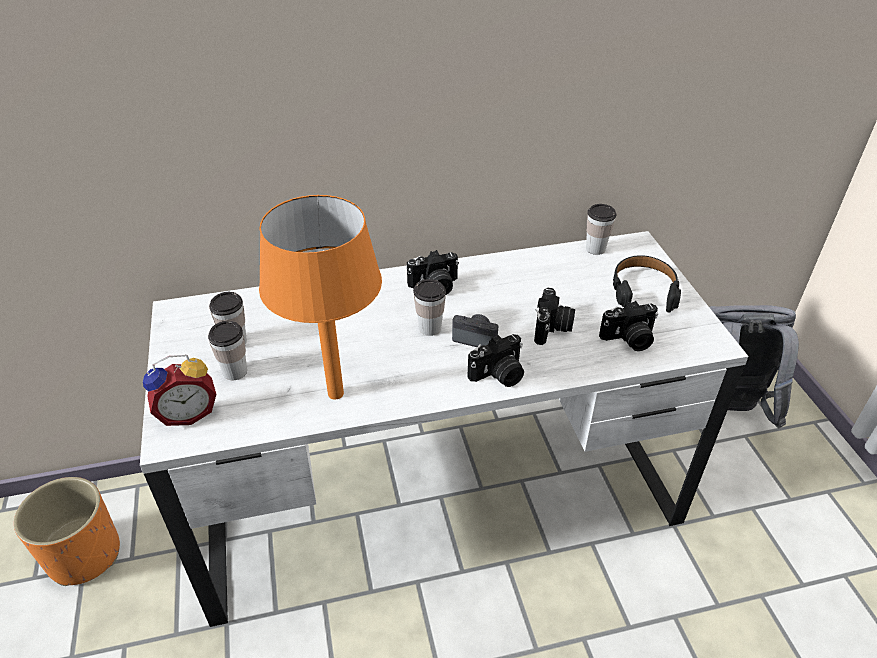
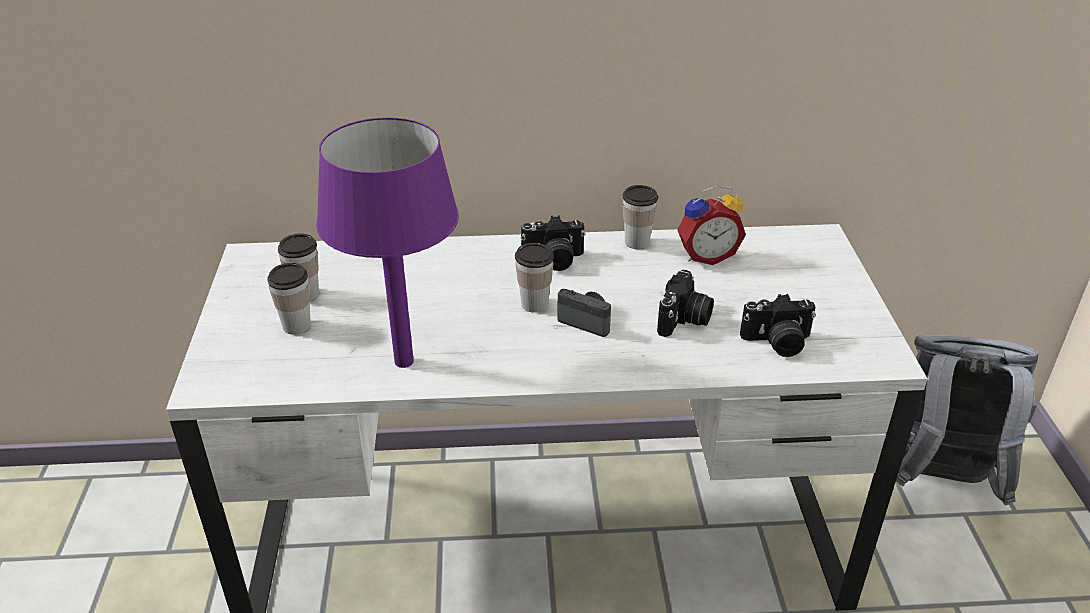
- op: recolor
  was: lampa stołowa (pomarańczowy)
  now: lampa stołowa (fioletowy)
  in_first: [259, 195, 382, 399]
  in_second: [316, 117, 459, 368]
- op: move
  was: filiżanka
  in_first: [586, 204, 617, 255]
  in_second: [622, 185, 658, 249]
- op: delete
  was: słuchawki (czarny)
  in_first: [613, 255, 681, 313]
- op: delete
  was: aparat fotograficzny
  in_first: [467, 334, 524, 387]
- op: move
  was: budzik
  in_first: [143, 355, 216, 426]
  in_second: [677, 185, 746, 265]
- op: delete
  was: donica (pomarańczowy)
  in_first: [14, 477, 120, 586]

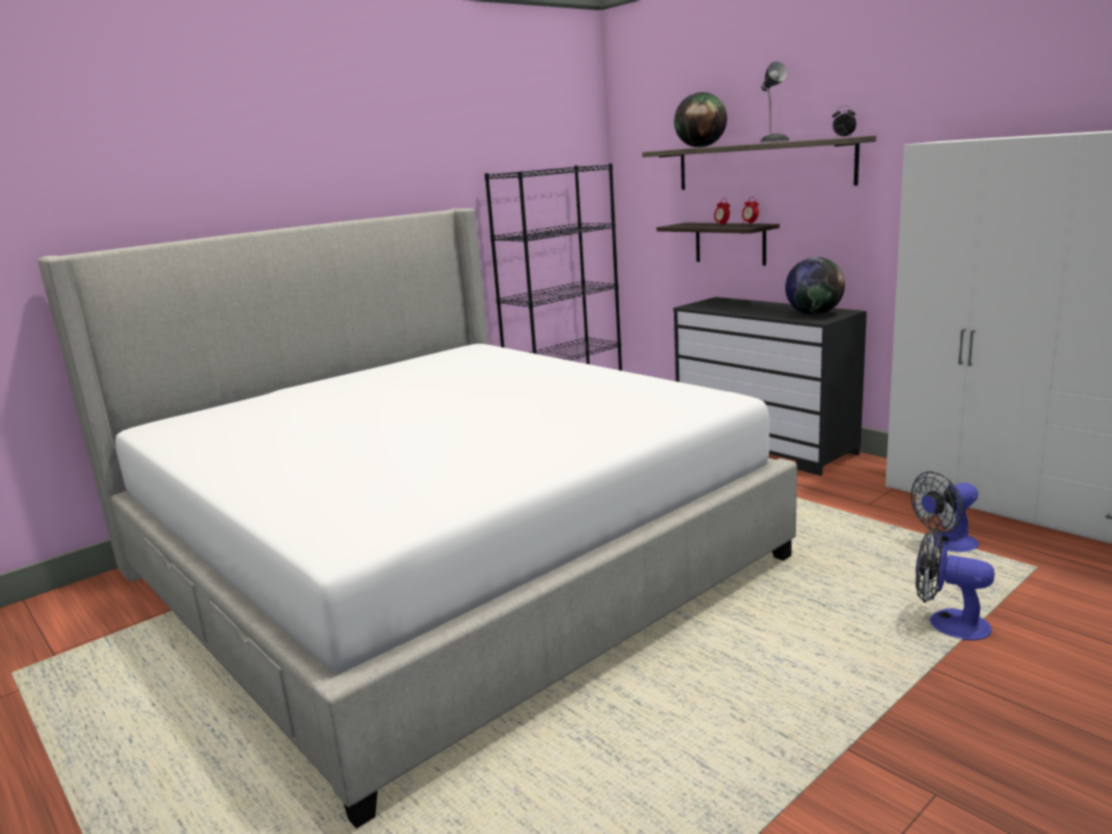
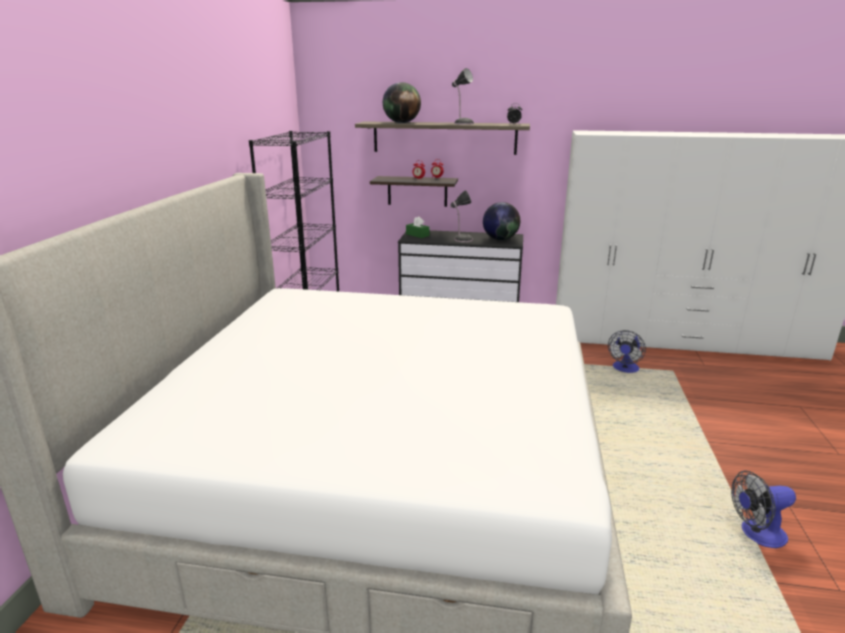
- op: move
  was: wentylator
  in_first: [916, 529, 995, 641]
  in_second: [731, 470, 796, 548]
- op: insert
  now: lampa stołowa
  in_second: [450, 190, 473, 242]
- op: insert
  now: pudełko chusteczek (zielony)
  in_second: [406, 216, 430, 238]

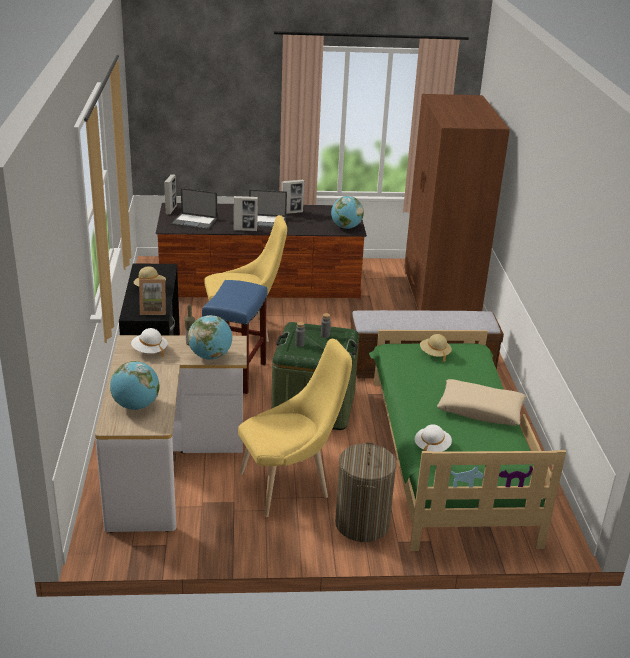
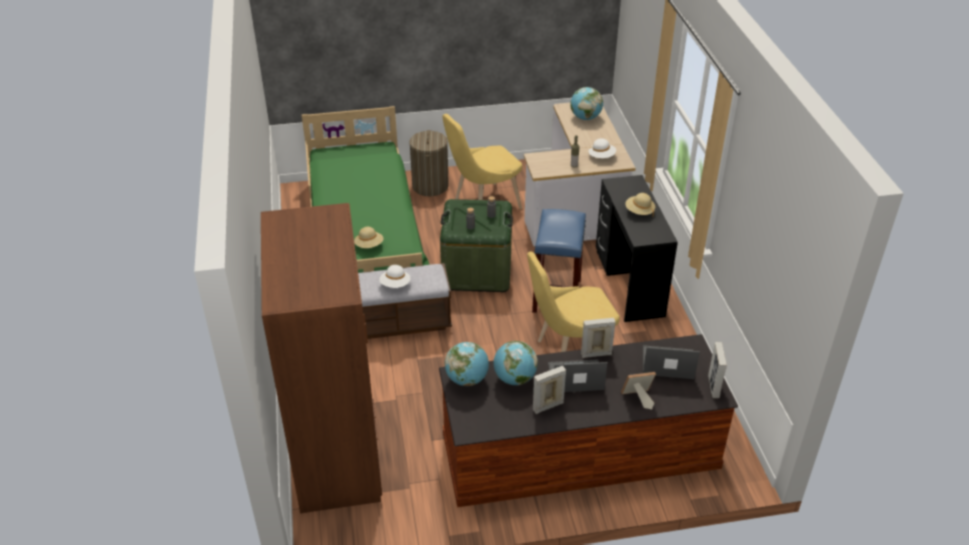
- op: move
  was: ramka na zdjęcie
  in_first: [139, 279, 166, 315]
  in_second: [621, 372, 656, 409]
- op: move
  was: globus
  in_first: [188, 315, 232, 360]
  in_second: [494, 341, 538, 386]
- op: delete
  was: poduszka (beżowy)
  in_first: [437, 379, 526, 426]
- op: move
  was: kapelusz (biały)
  in_first: [415, 424, 452, 452]
  in_second: [379, 265, 410, 288]

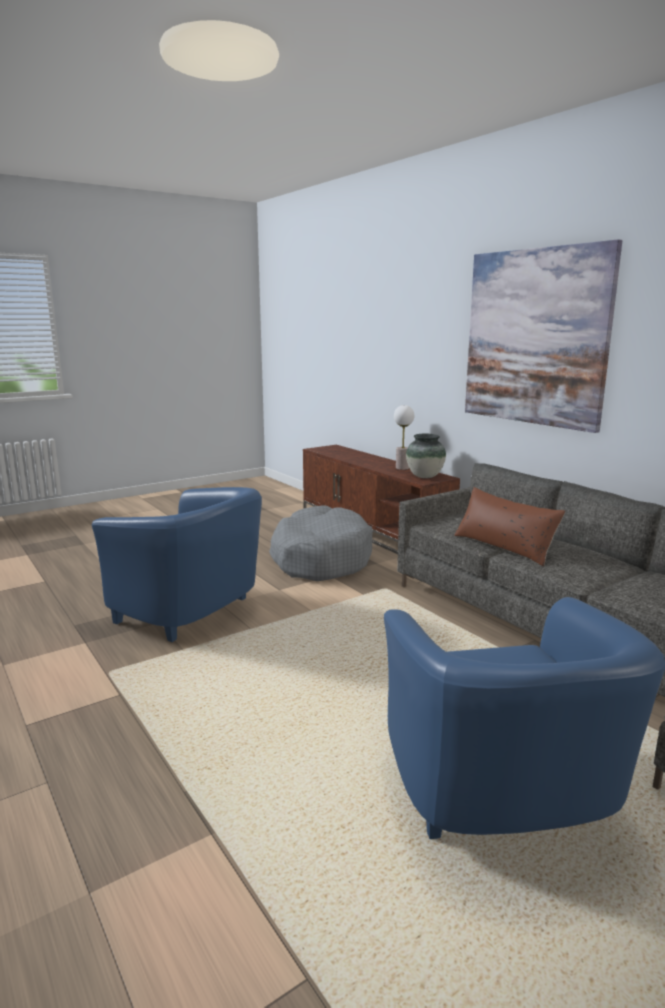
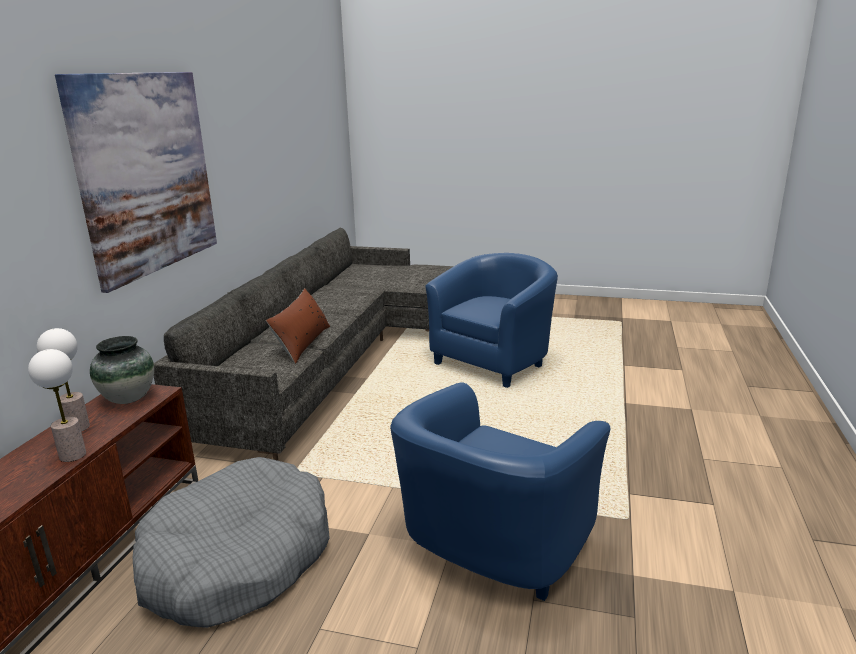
- op: rotate
  was: fotel (niebieski)
  in_first: [92, 487, 262, 642]
  in_second: [390, 383, 611, 601]
  clockwise: -135
- op: insert
  now: lampa stołowa
  in_second: [28, 349, 86, 462]

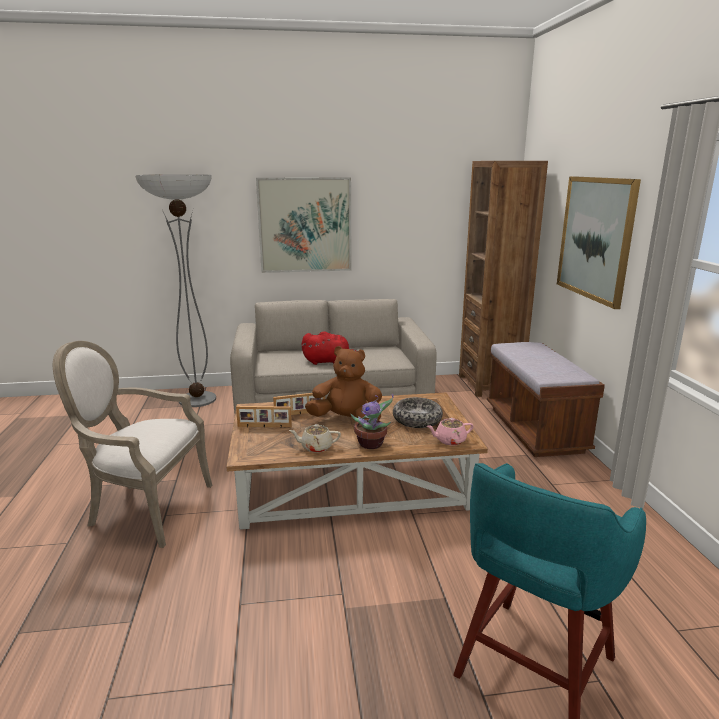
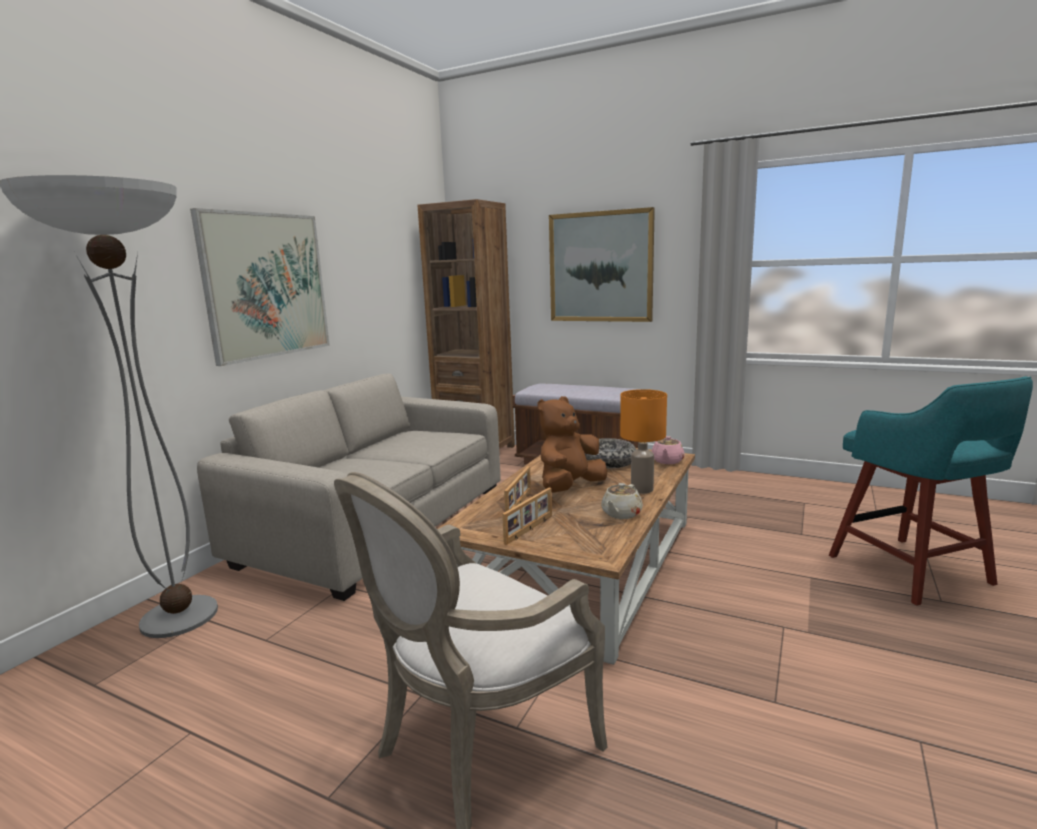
- op: delete
  was: pluszak (czerwony)
  in_first: [302, 331, 358, 365]
- op: replace
  was: roślina doniczkowa
  now: lampa stołowa (pomarańczowy)
  in_first: [351, 394, 393, 449]
  in_second: [620, 389, 667, 493]

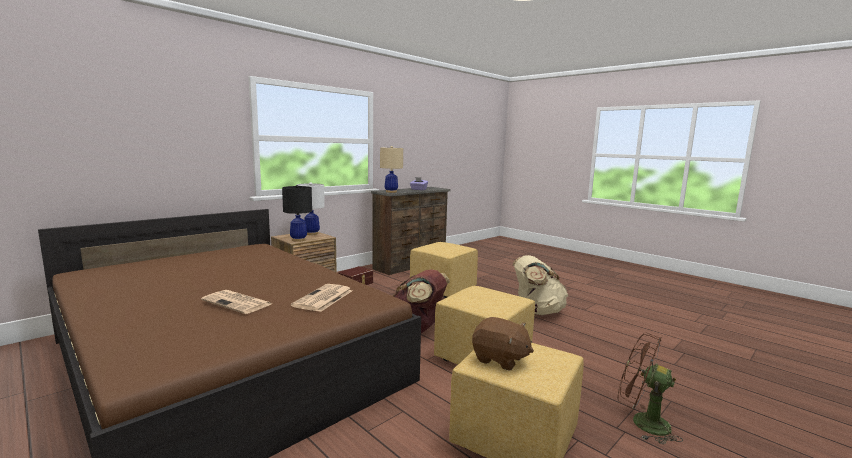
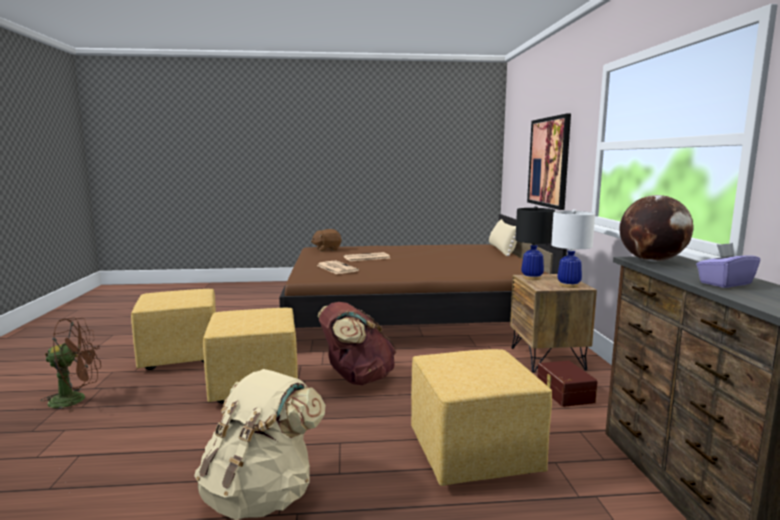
- op: replace
  was: lampa stołowa (beżowy)
  now: globus
  in_first: [380, 146, 403, 193]
  in_second: [619, 195, 694, 261]
- op: move
  was: pluszak (brązowy)
  in_first: [472, 317, 534, 371]
  in_second: [311, 229, 342, 252]
- op: insert
  now: obraz
  in_second: [527, 114, 571, 210]
- op: insert
  now: poduszka (beżowy)
  in_second: [489, 219, 517, 256]

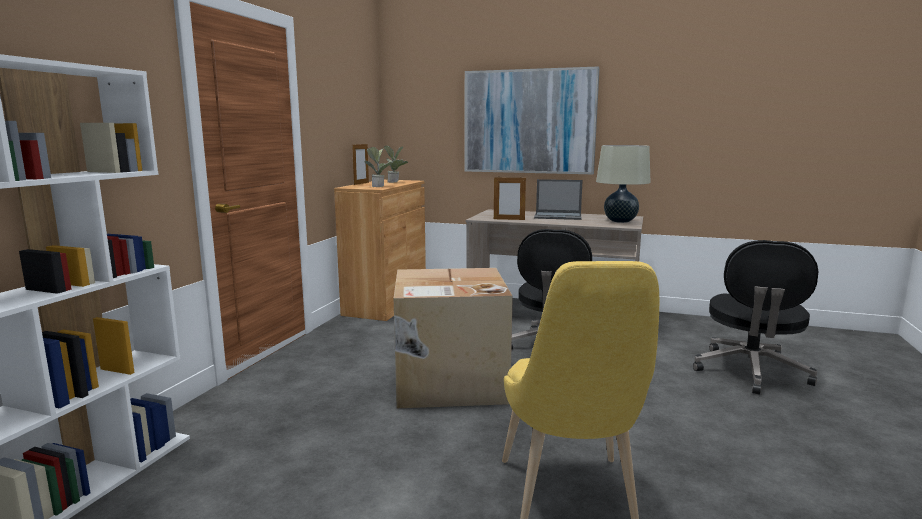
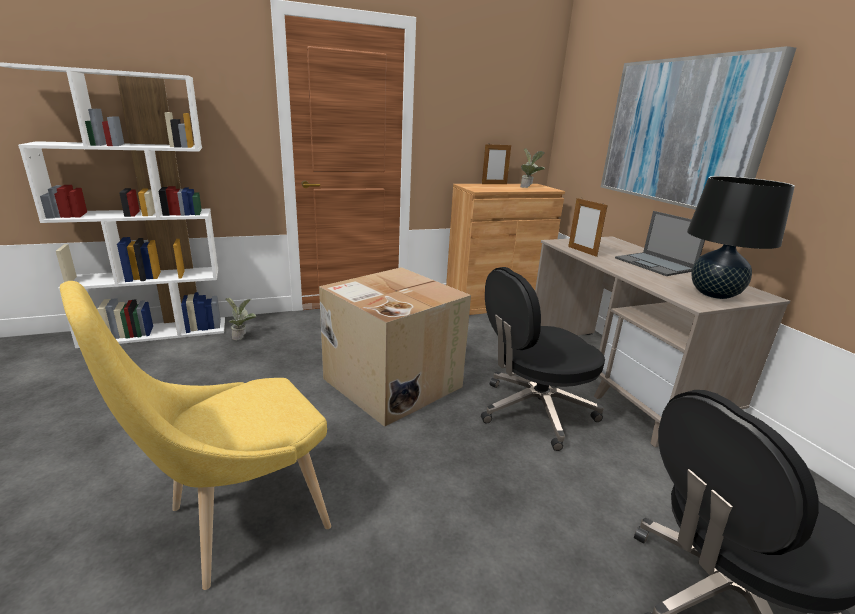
- op: recolor
  was: lampa stołowa (beżowy)
  now: lampa stołowa (czarny)
  in_first: [596, 145, 651, 223]
  in_second: [687, 176, 795, 299]
- op: move
  was: roślina doniczkowa
  in_first: [365, 147, 393, 187]
  in_second: [226, 298, 256, 340]

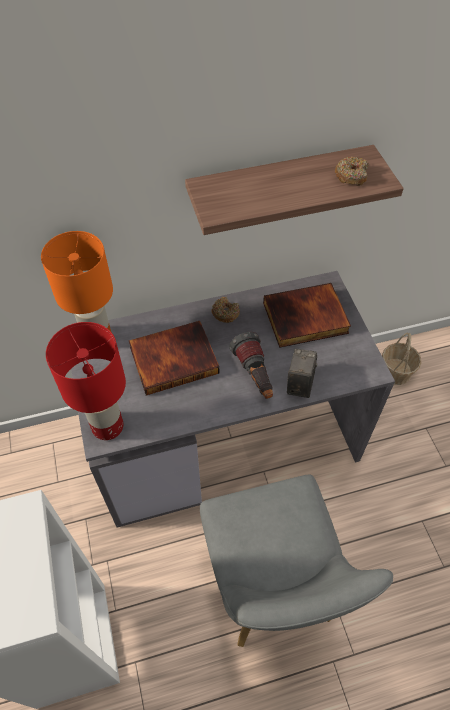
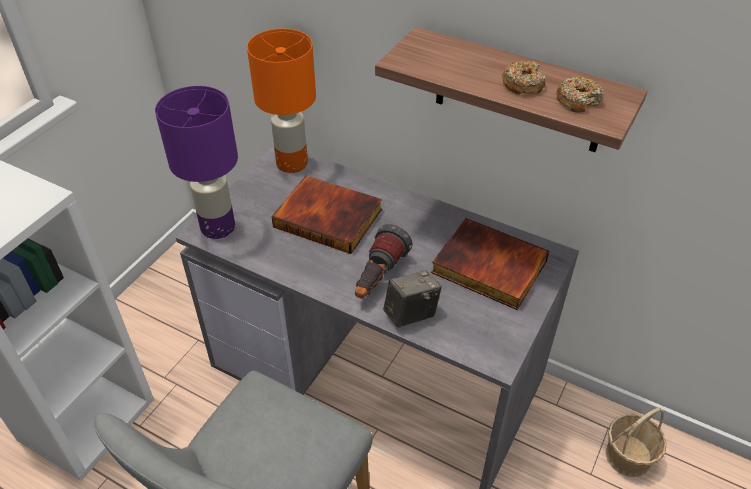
- op: move
  was: donut
  in_first: [211, 297, 240, 323]
  in_second: [502, 61, 546, 94]
- op: recolor
  was: lampa stołowa (czerwony)
  now: lampa stołowa (fioletowy)
  in_first: [46, 322, 126, 440]
  in_second: [155, 86, 238, 239]

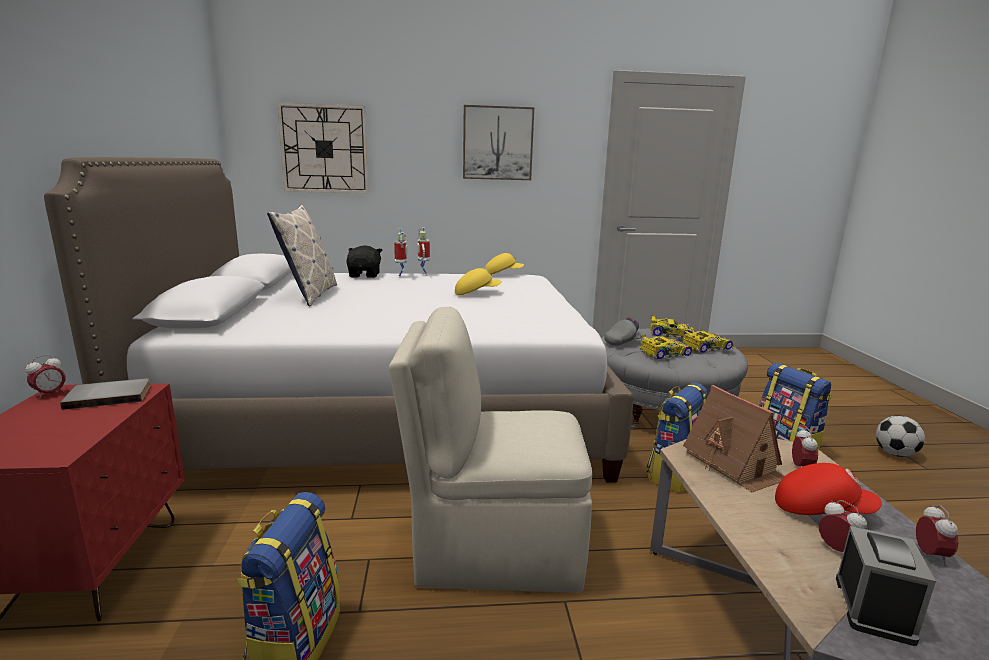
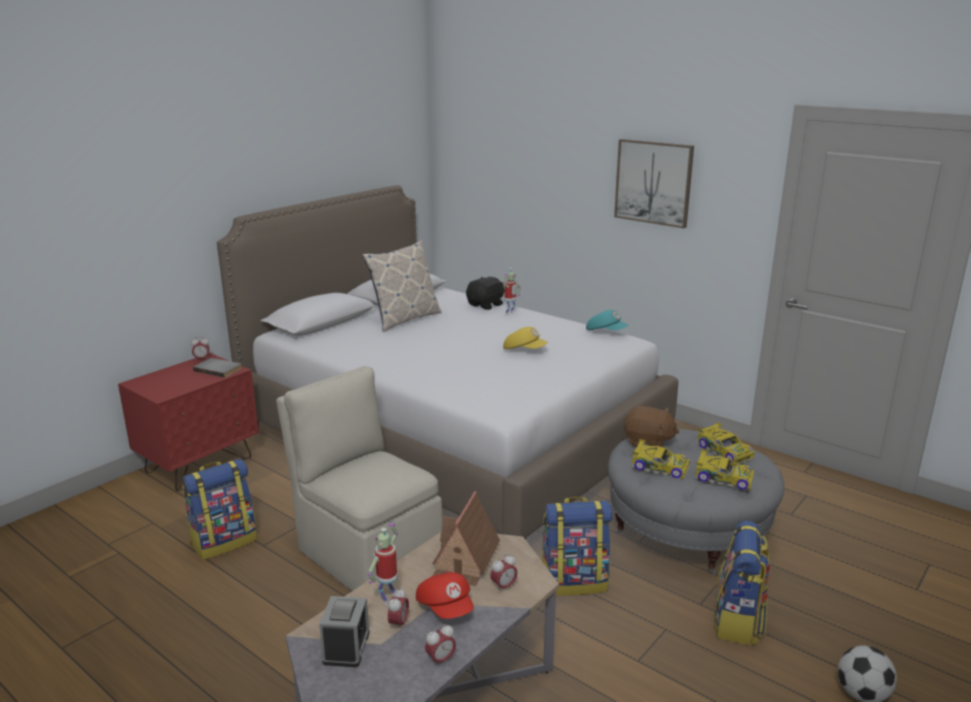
- op: delete
  was: zegar ścienny
  in_first: [277, 102, 369, 193]
- op: move
  was: robot zabawkowy
  in_first: [417, 227, 430, 276]
  in_second: [368, 522, 398, 605]
- op: recolor
  was: czapka z daszkiem (żółty)
  now: czapka z daszkiem (turkusowy)
  in_first: [485, 253, 524, 274]
  in_second: [586, 310, 629, 330]
- op: replace
  was: czapka z daszkiem (szary)
  now: pluszak (brązowy)
  in_first: [604, 317, 645, 346]
  in_second: [624, 406, 679, 447]
- op: rotate
  was: budzik
  in_first: [836, 526, 936, 646]
  in_second: [319, 596, 370, 667]
  clockwise: -60

